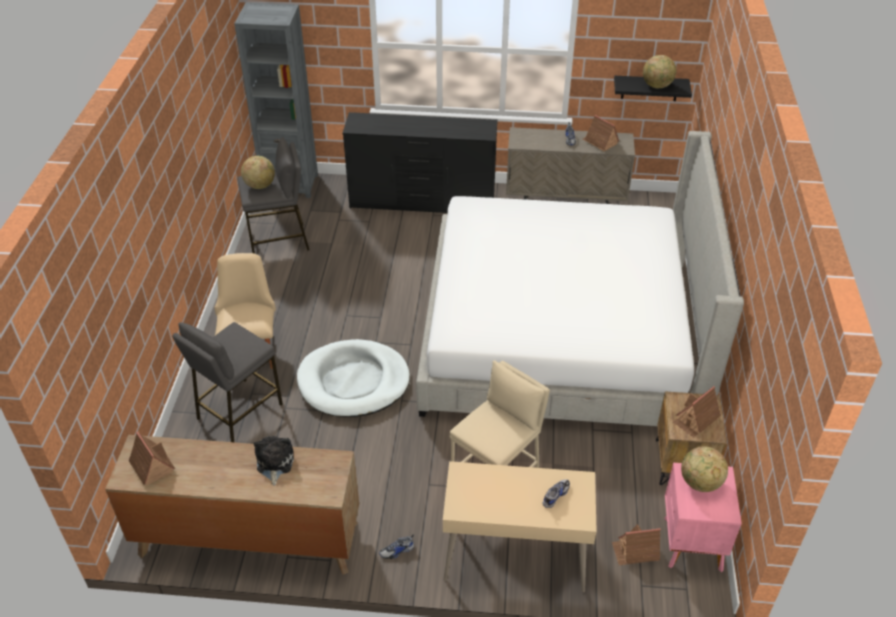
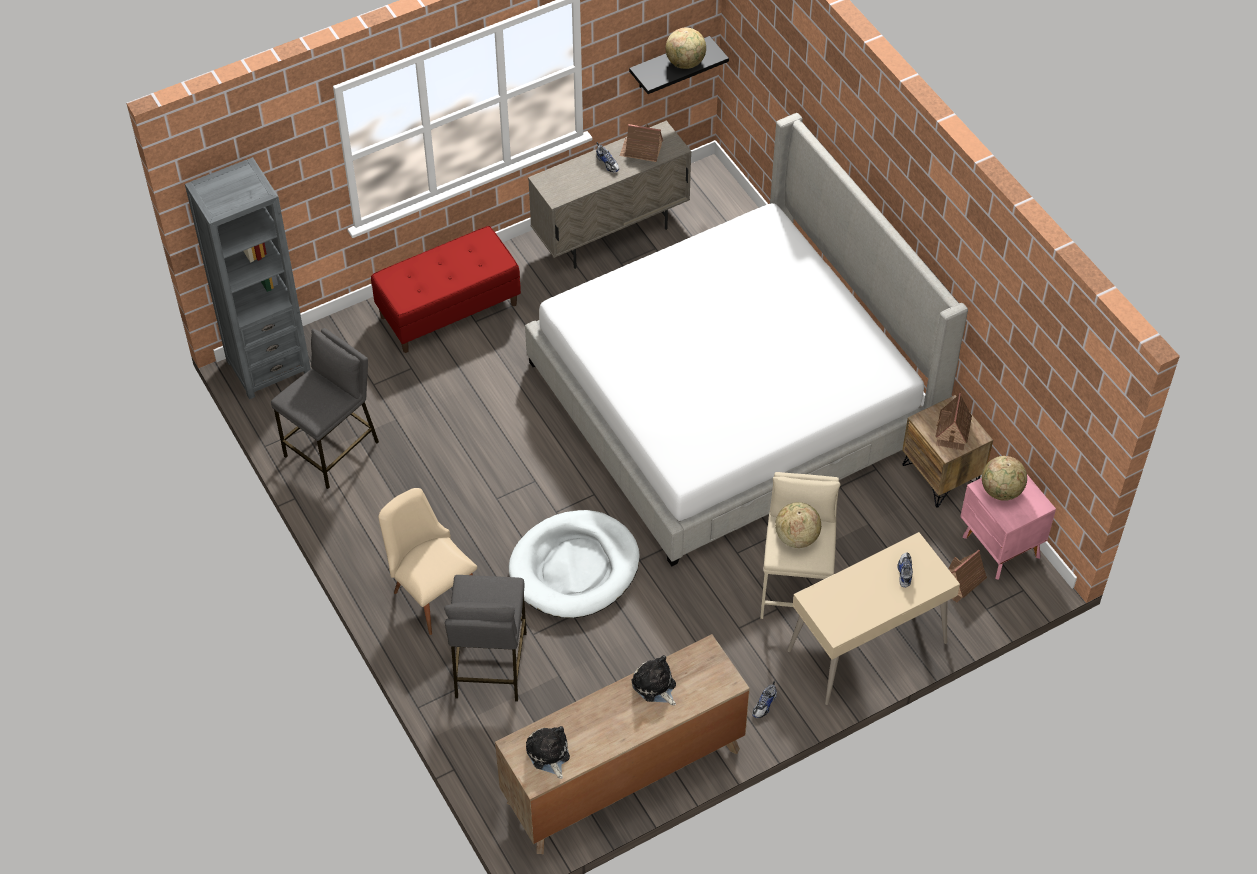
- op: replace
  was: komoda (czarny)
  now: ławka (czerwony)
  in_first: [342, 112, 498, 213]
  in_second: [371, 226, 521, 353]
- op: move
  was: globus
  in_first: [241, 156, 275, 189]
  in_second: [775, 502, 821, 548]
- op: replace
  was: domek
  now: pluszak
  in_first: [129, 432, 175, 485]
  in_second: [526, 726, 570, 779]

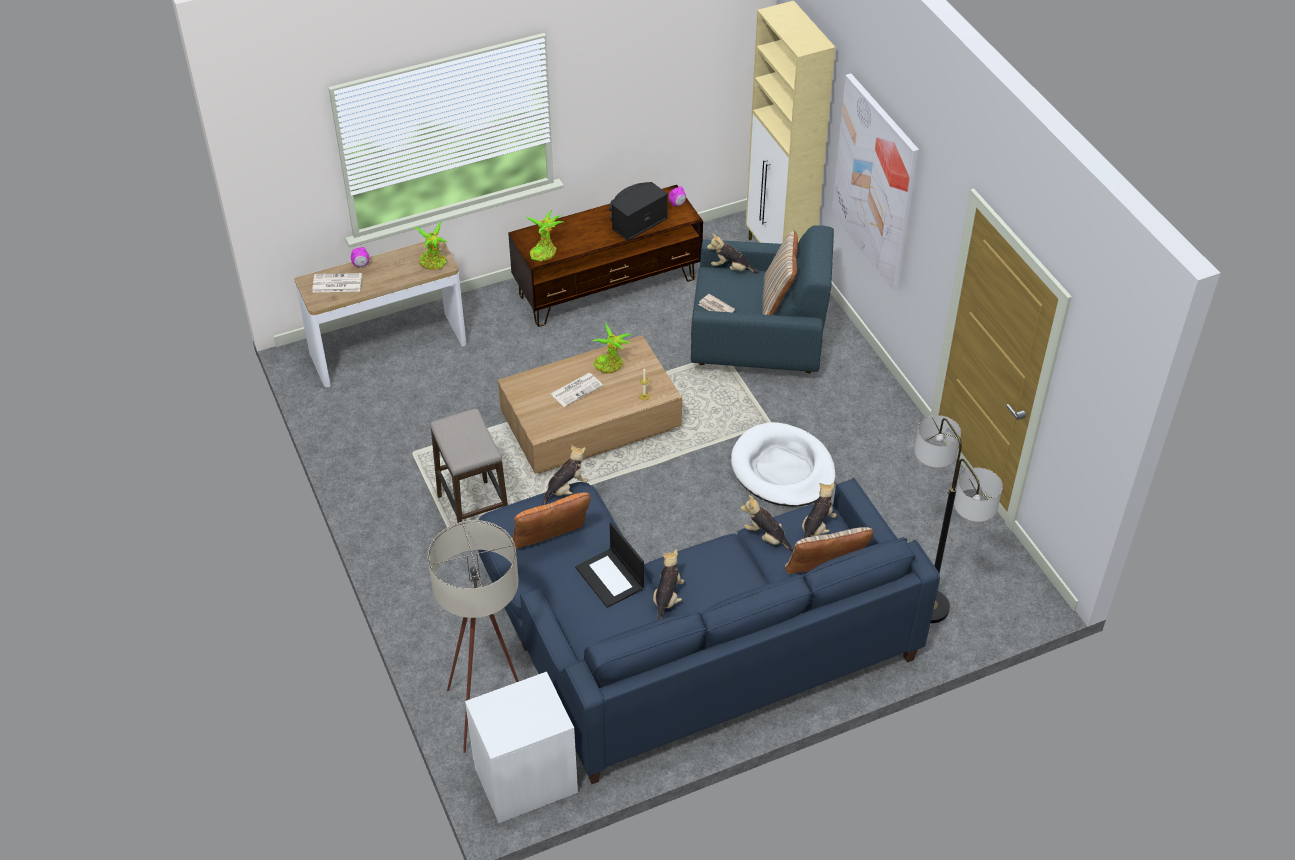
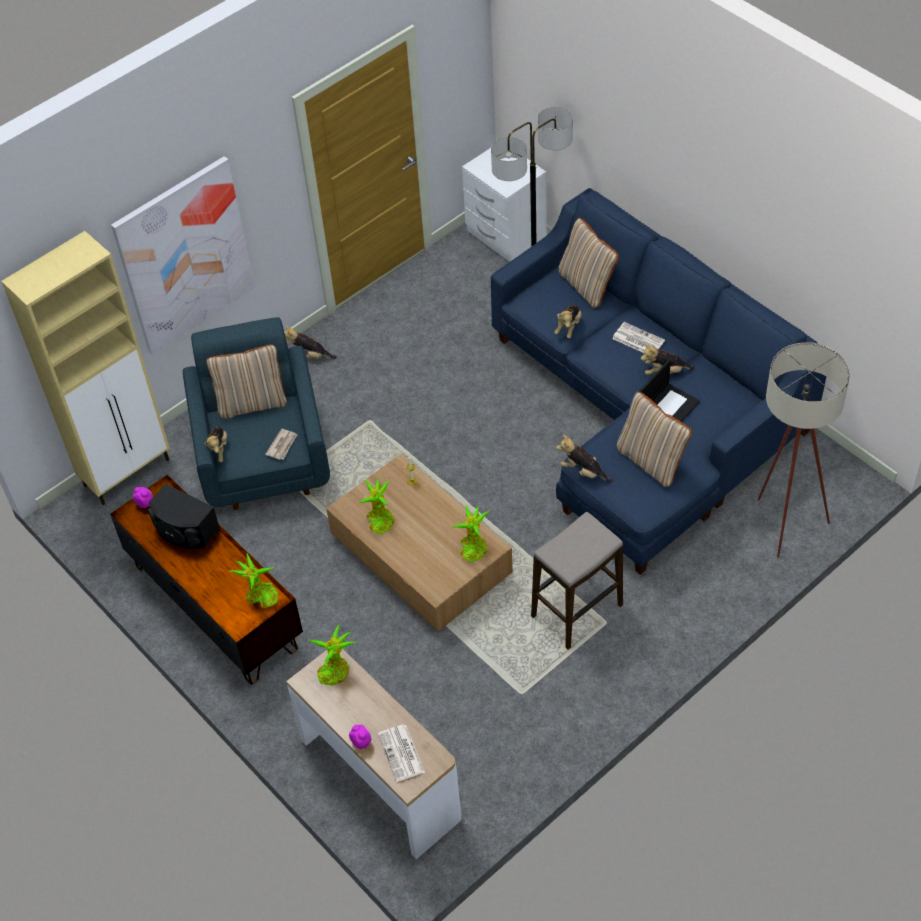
- op: move
  was: gazeta
  in_first: [551, 373, 603, 407]
  in_second: [612, 322, 665, 353]
- op: delete
  was: legowisko (biały)
  in_first: [731, 422, 836, 507]
- op: move
  was: pluszak
  in_first: [802, 482, 837, 538]
  in_second: [285, 326, 337, 359]
- op: recolor
  was: poduszka (pomarańczowy)
  now: poduszka (beżowy)
  in_first: [512, 492, 591, 549]
  in_second: [617, 392, 692, 487]
- op: move
  was: szafka nocna (biały)
  in_first: [465, 672, 578, 823]
  in_second: [462, 148, 547, 262]
- op: insert
  now: roślina doniczkowa
  in_second: [452, 505, 489, 562]

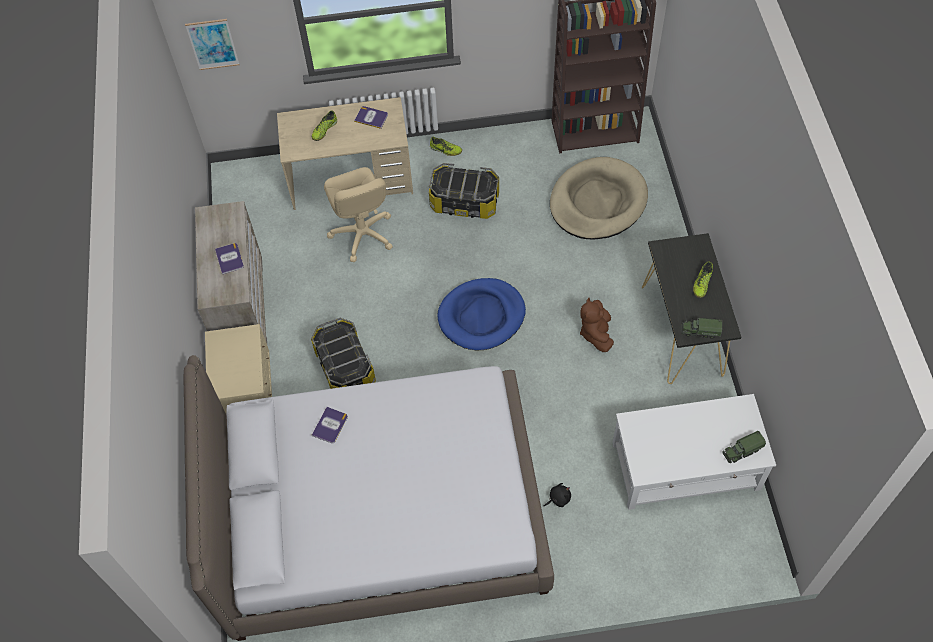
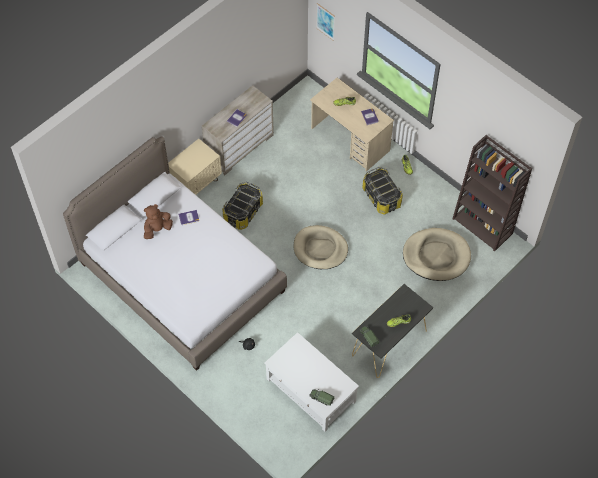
- op: delete
  was: krzesło biurowe (beżowy)
  in_first: [324, 167, 393, 262]
- op: recolor
  was: legowisko (niebieski)
  now: legowisko (beżowy)
  in_first: [437, 278, 526, 351]
  in_second: [294, 225, 348, 269]
- op: move
  was: pluszak (brązowy)
  in_first: [580, 298, 614, 352]
  in_second: [144, 204, 173, 239]

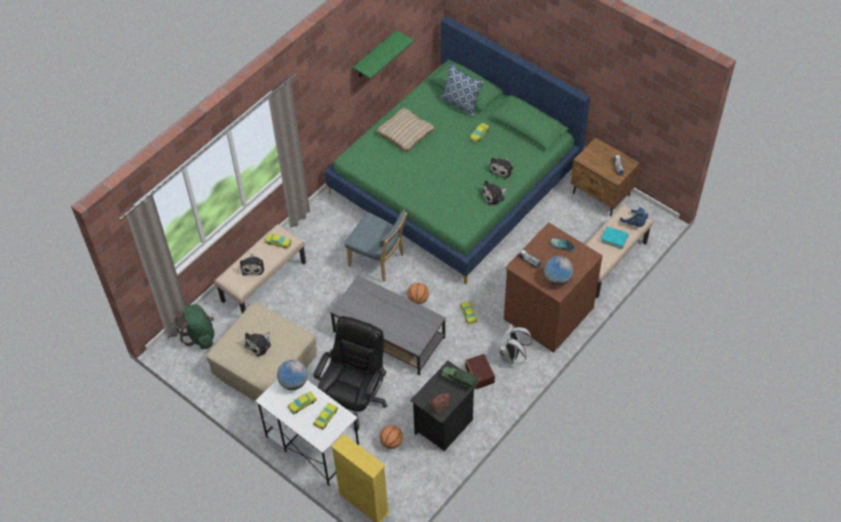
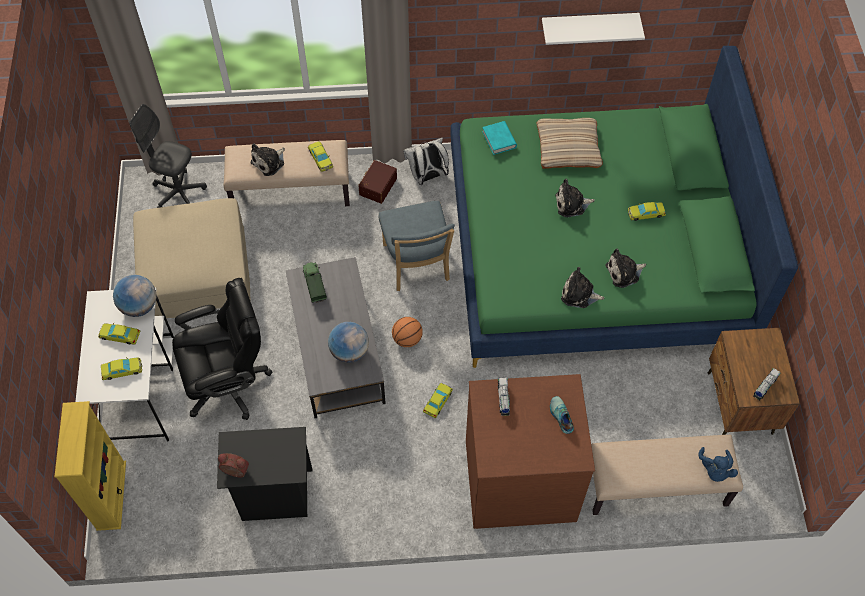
- op: recolor
  was: półka (zielony)
  now: półka (biały)
  in_first: [353, 30, 414, 79]
  in_second: [542, 13, 645, 45]
- op: delete
  was: poduszka
  in_first: [441, 62, 484, 118]
- op: move
  was: książka (turkusowy)
  in_first: [601, 226, 629, 249]
  in_second: [482, 121, 517, 155]
- op: move
  was: globus
  in_first: [544, 256, 574, 285]
  in_second: [328, 322, 369, 363]
- op: replace
  was: plecak (zielony)
  now: krzesło biurowe (szary)
  in_first: [175, 304, 215, 350]
  in_second: [129, 104, 207, 208]
- op: move
  was: plecak (biały)
  in_first: [499, 324, 532, 364]
  in_second: [404, 138, 449, 185]
- op: move
  was: pluszak
  in_first: [244, 332, 271, 357]
  in_second: [555, 179, 595, 217]
- op: move
  was: pojemnik do przechowywania (brązowy)
  in_first: [465, 354, 495, 389]
  in_second: [358, 160, 397, 204]
- op: move
  was: ciężarówka zabawkowa
  in_first: [440, 366, 477, 390]
  in_second: [303, 262, 327, 303]
- op: delete
  was: piłka do koszykówki
  in_first: [380, 425, 403, 449]

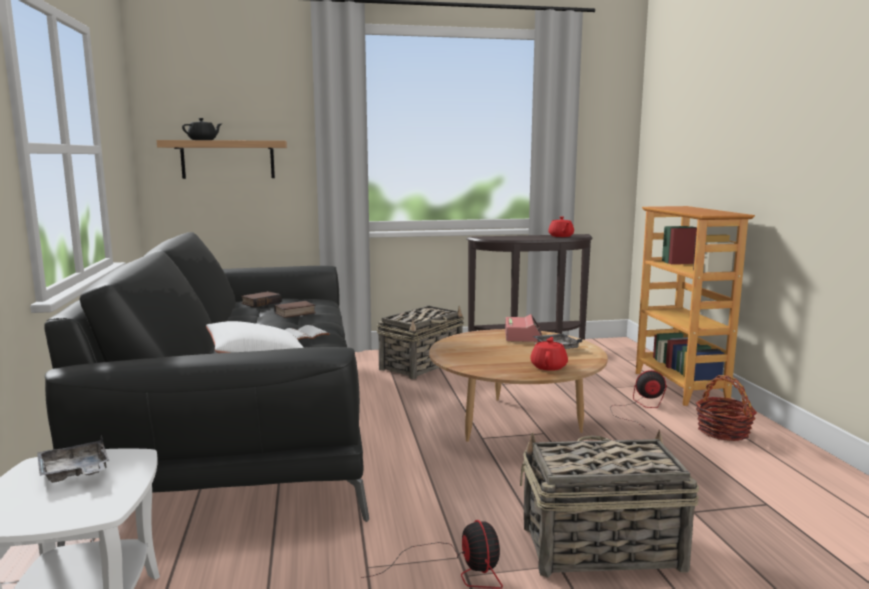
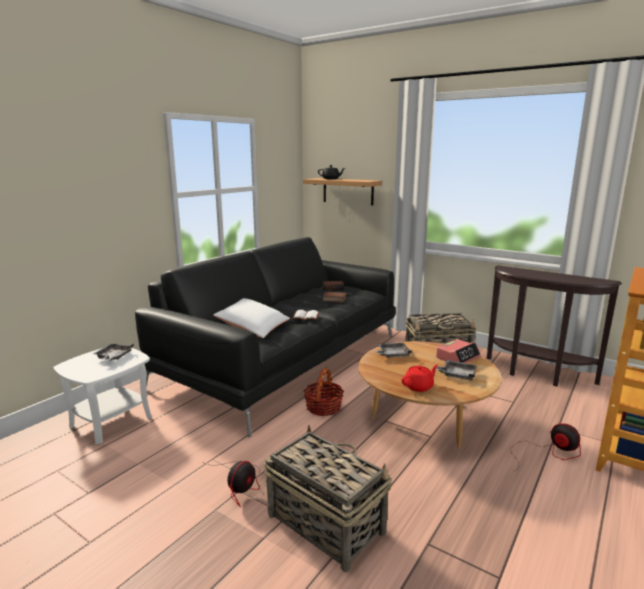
- op: delete
  was: imbryk (czerwony)
  in_first: [548, 216, 574, 237]
- op: move
  was: koszyk
  in_first: [696, 375, 757, 441]
  in_second: [304, 368, 344, 416]
- op: insert
  now: taca (szary)
  in_second: [375, 343, 412, 358]

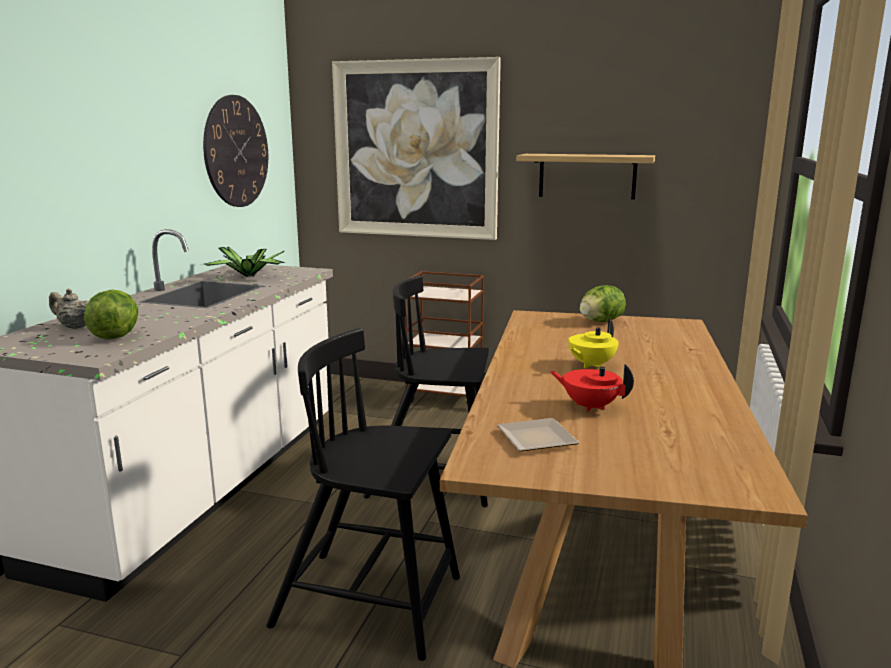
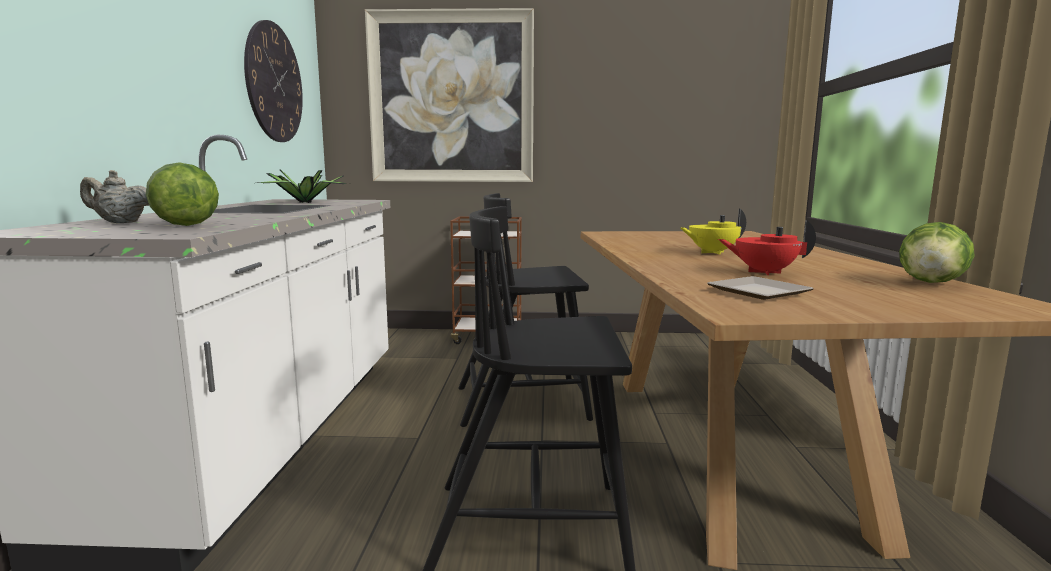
- op: delete
  was: półka
  in_first: [516, 154, 655, 200]
- op: move
  was: sałata
  in_first: [580, 285, 626, 322]
  in_second: [899, 222, 975, 283]
- op: rotate
  was: imbryk (żółty)
  in_first: [568, 318, 619, 368]
  in_second: [681, 209, 746, 254]
  clockwise: 45

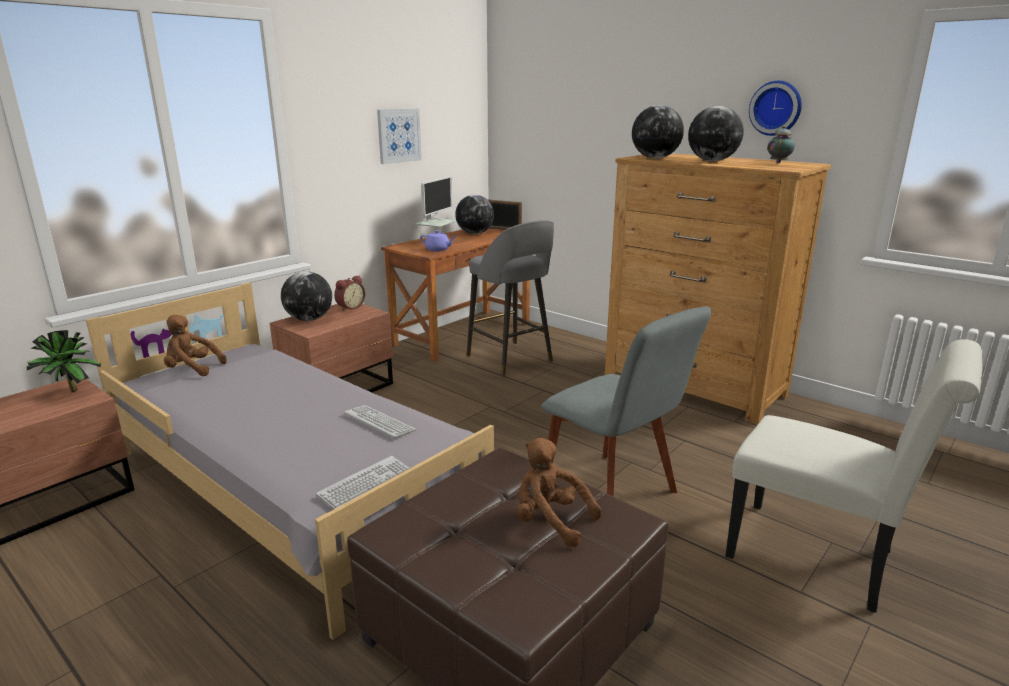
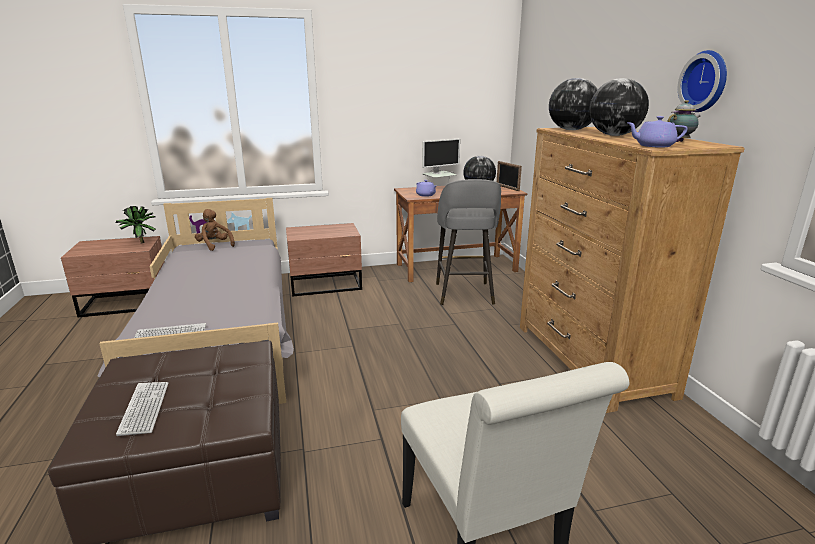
- op: delete
  was: obraz
  in_first: [377, 108, 422, 164]
- op: delete
  was: globus
  in_first: [281, 271, 332, 321]
- op: delete
  was: budzik
  in_first: [334, 275, 365, 311]
- op: delete
  was: krzesło (szary)
  in_first: [541, 306, 711, 497]
- op: move
  was: klawiatura
  in_first: [344, 405, 416, 439]
  in_second: [116, 382, 168, 436]
- op: delete
  was: pluszak (brązowy)
  in_first: [516, 438, 601, 547]
- op: insert
  now: imbryk (fioletowy)
  in_second: [626, 116, 688, 148]

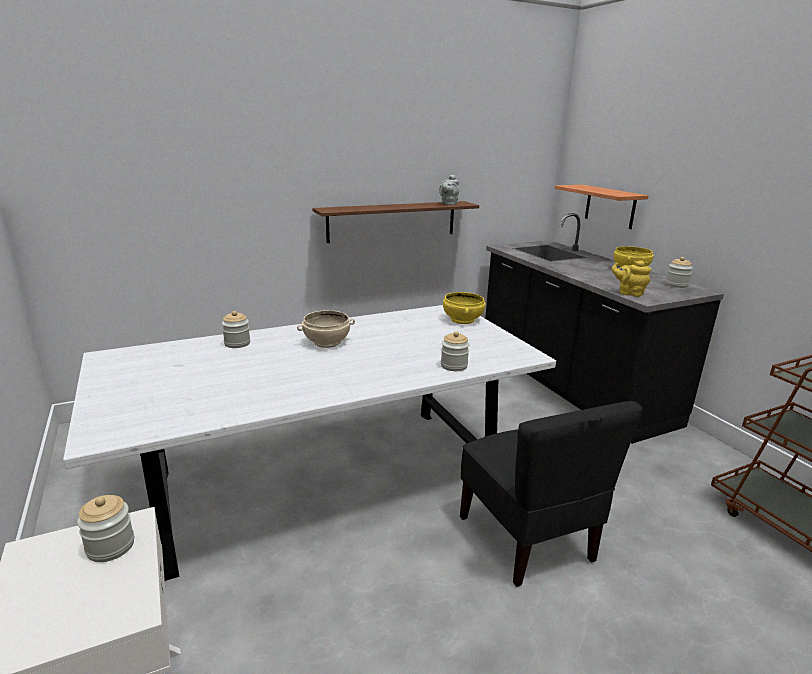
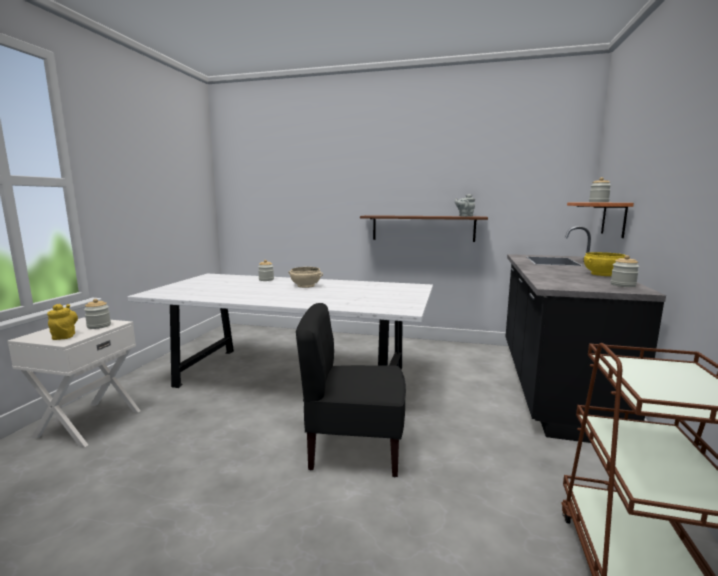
- op: move
  was: imbryk (żółty)
  in_first: [611, 260, 651, 297]
  in_second: [47, 304, 78, 340]
- op: delete
  was: miska (żółty)
  in_first: [443, 292, 485, 324]
- op: move
  was: słoik
  in_first: [441, 331, 470, 371]
  in_second: [589, 177, 611, 202]
- op: rotate
  was: krzesło (czarny)
  in_first: [460, 401, 643, 587]
  in_second: [296, 303, 406, 477]
  clockwise: 75

